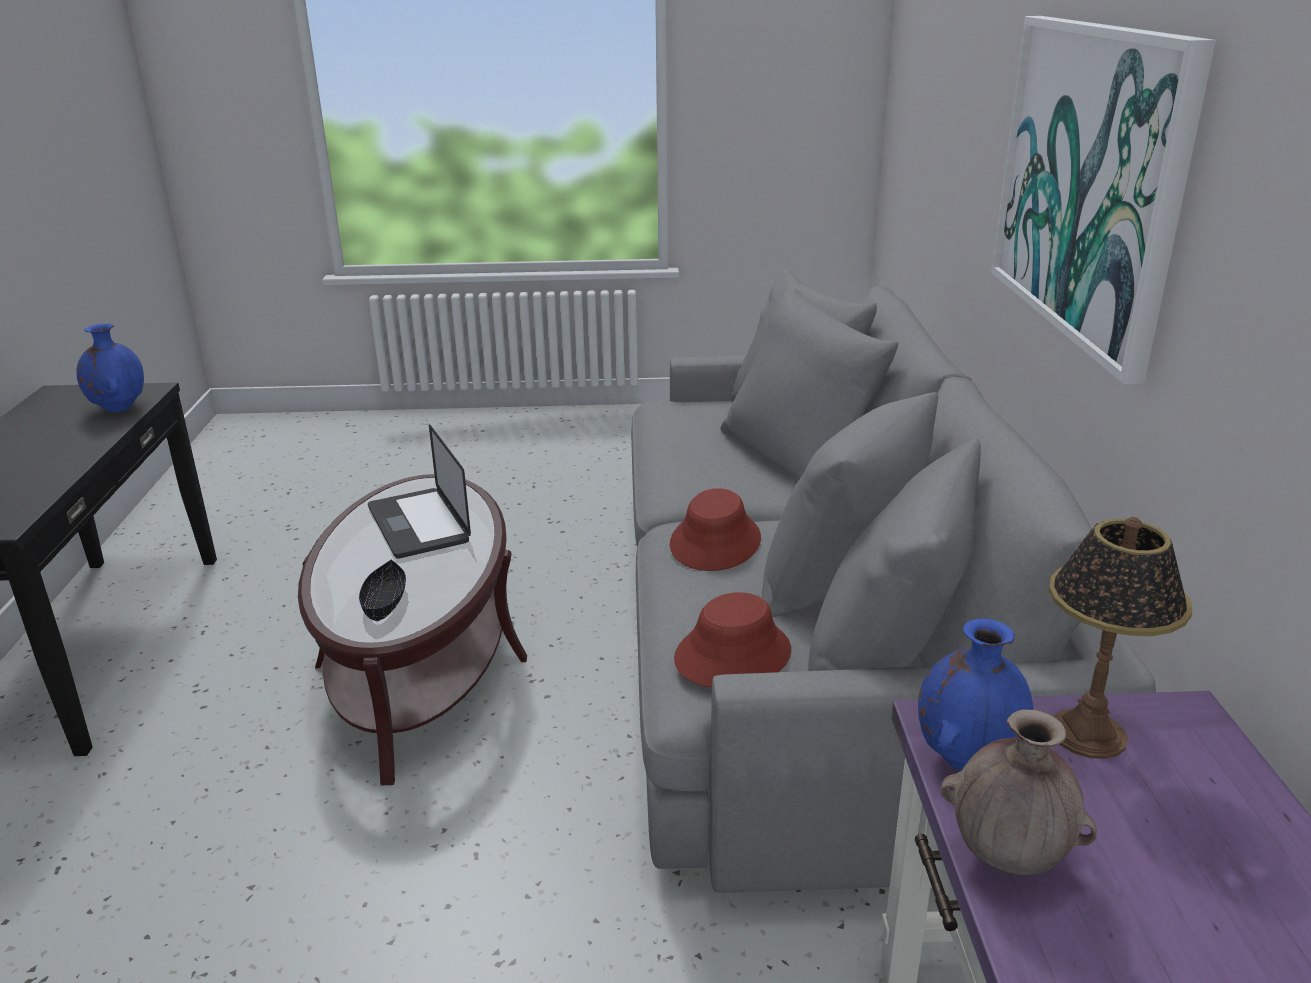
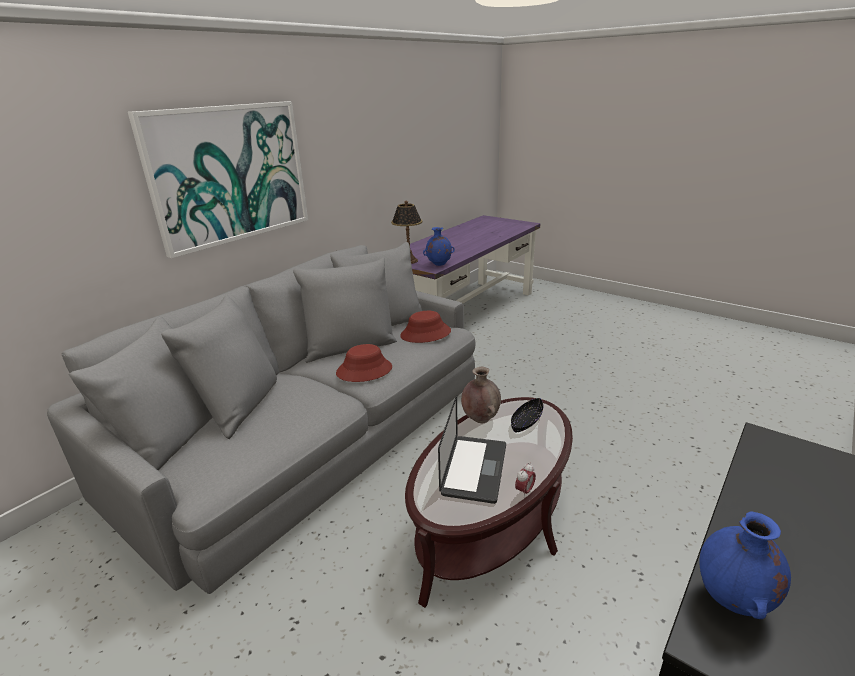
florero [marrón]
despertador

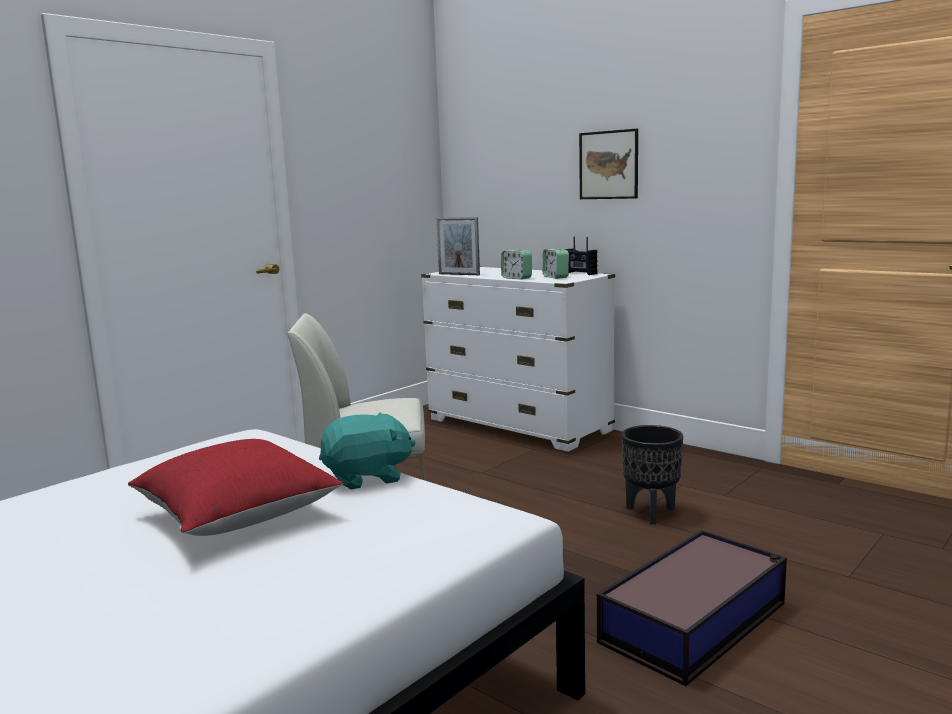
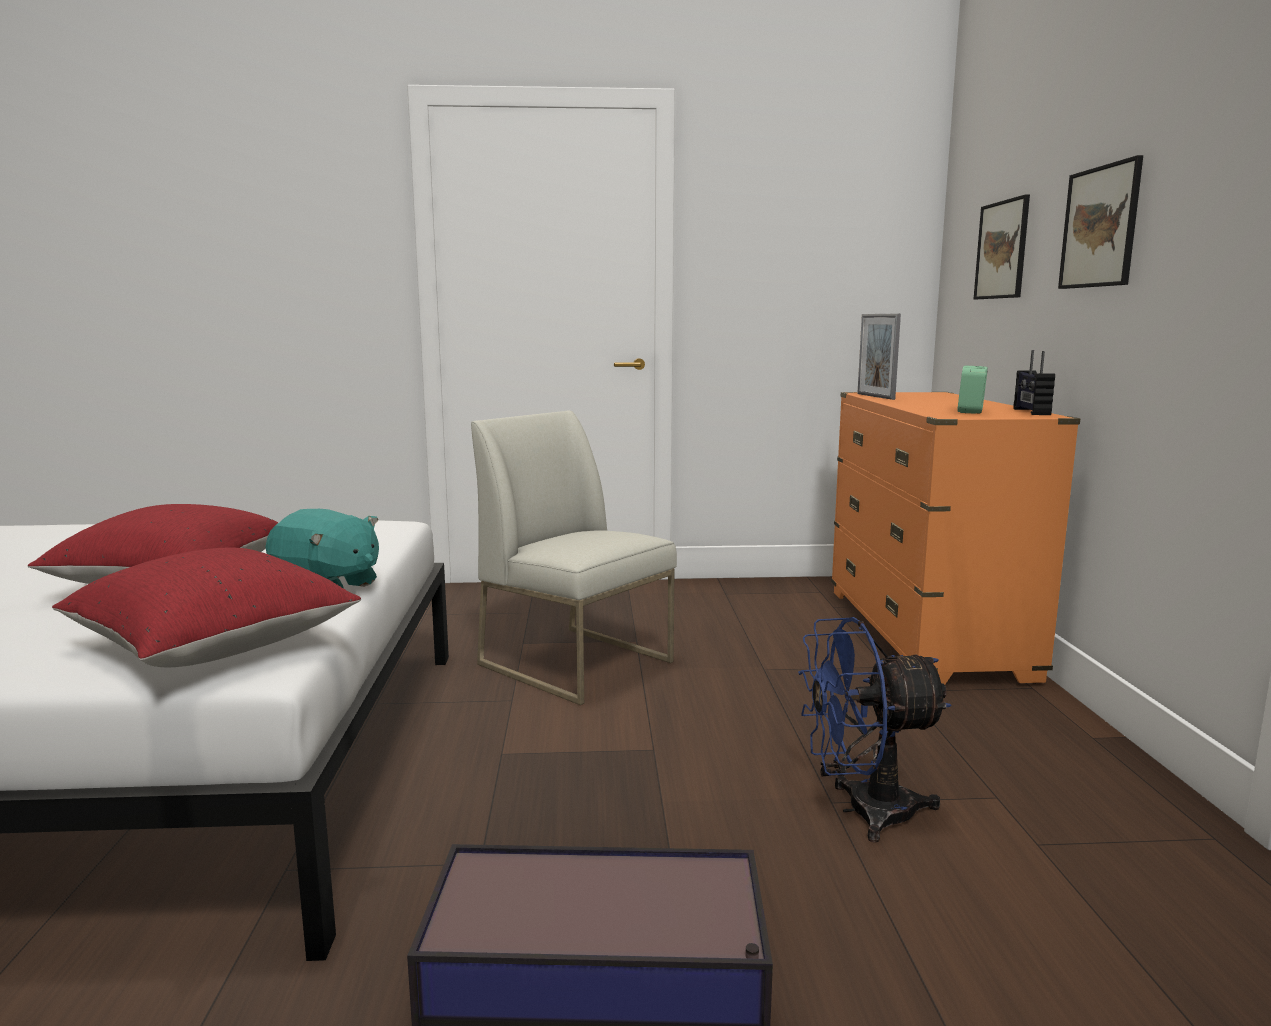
despertador (1st from left in the first image)
cómoda [naranja]
ventilador [azul]
cuadro (1st from left)
cojín [rojo] (2nd from left)

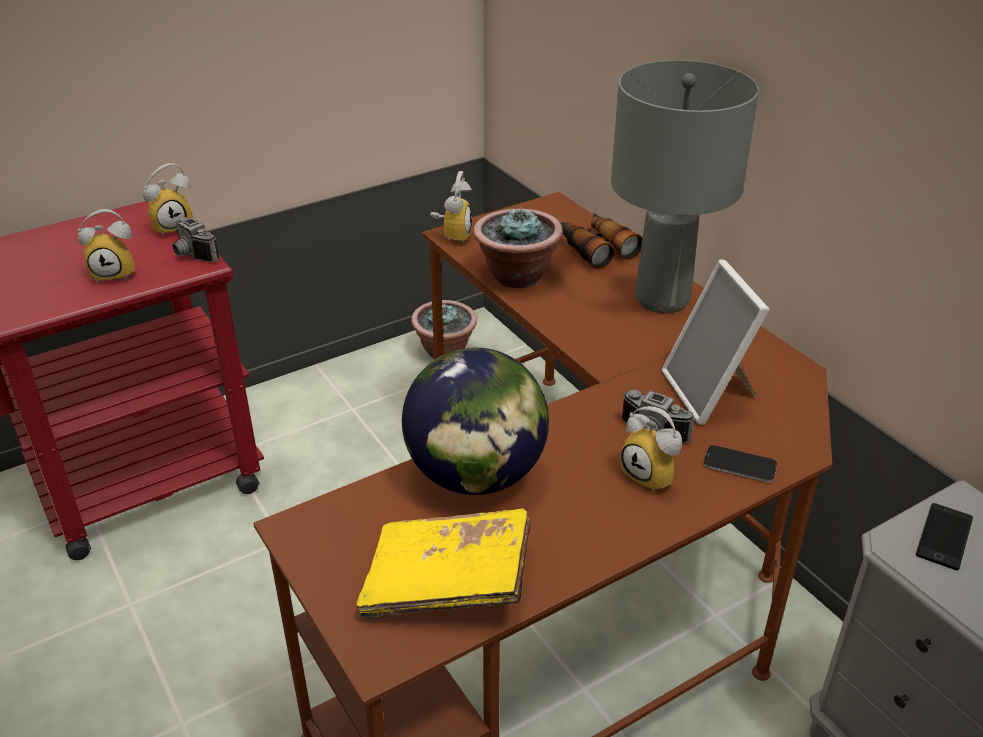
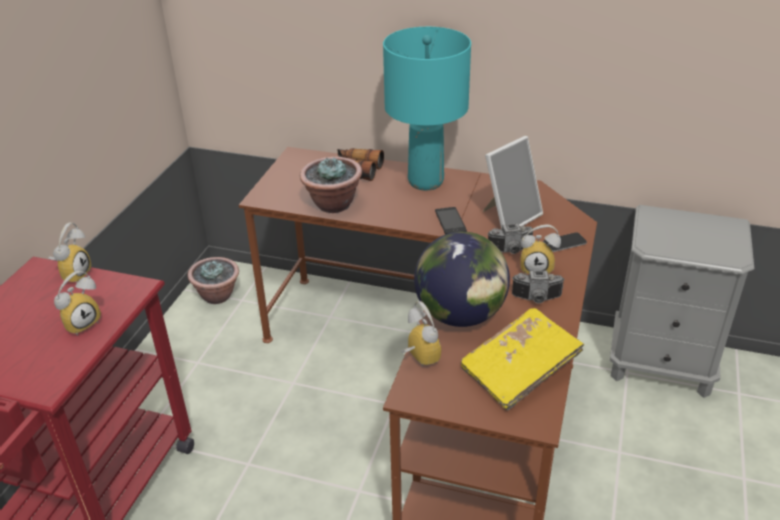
lámpara de mesa [turquesa]
despertador (3rd from left)
cámara (2nd from left)
portarretratos
móvil (1st from left)

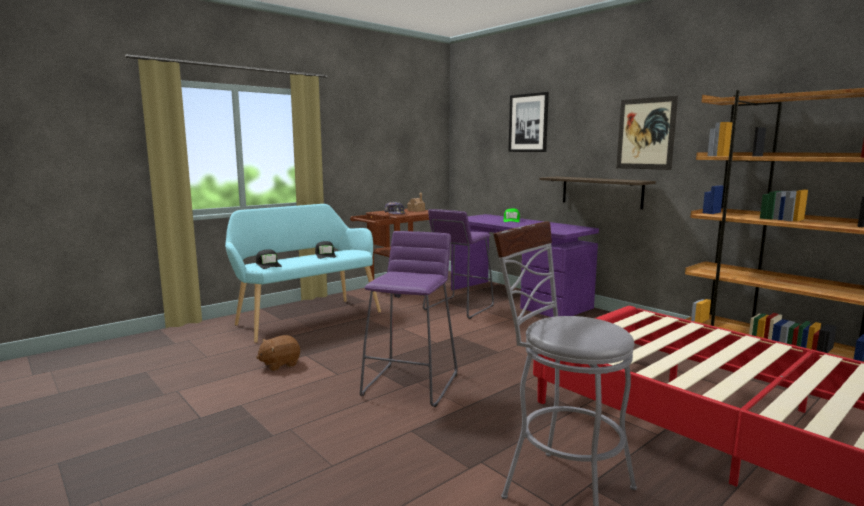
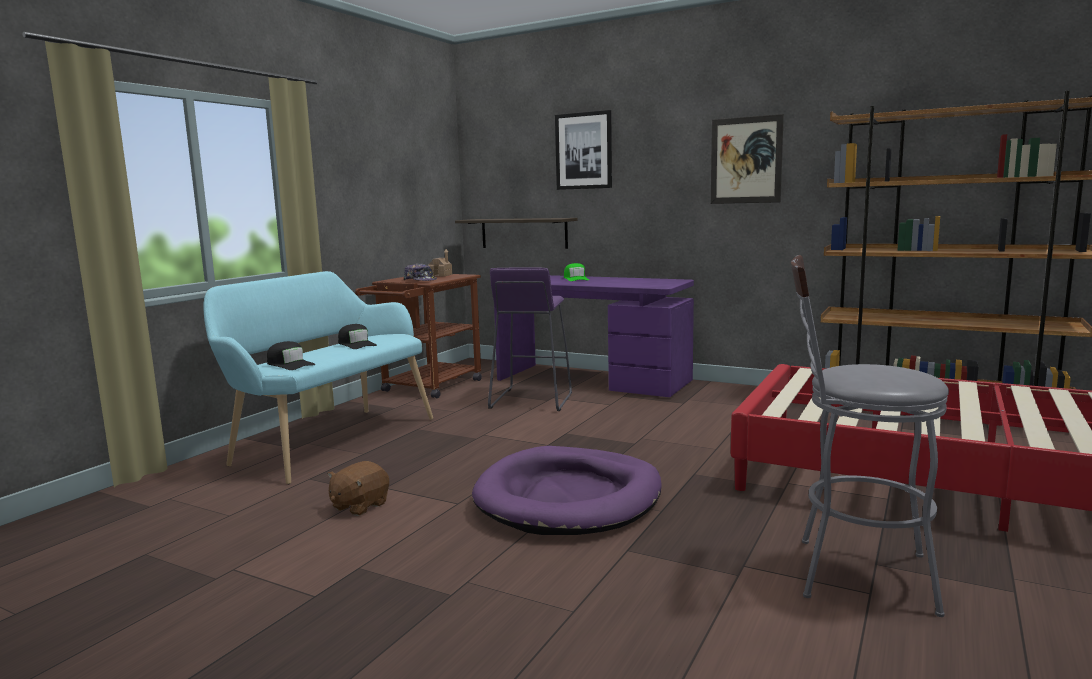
estante
cama para perro [morado]

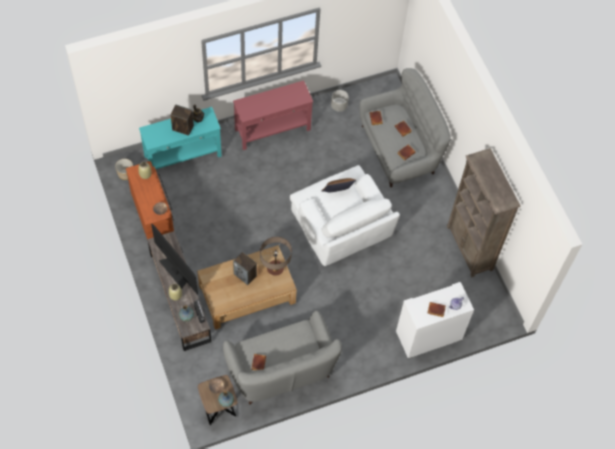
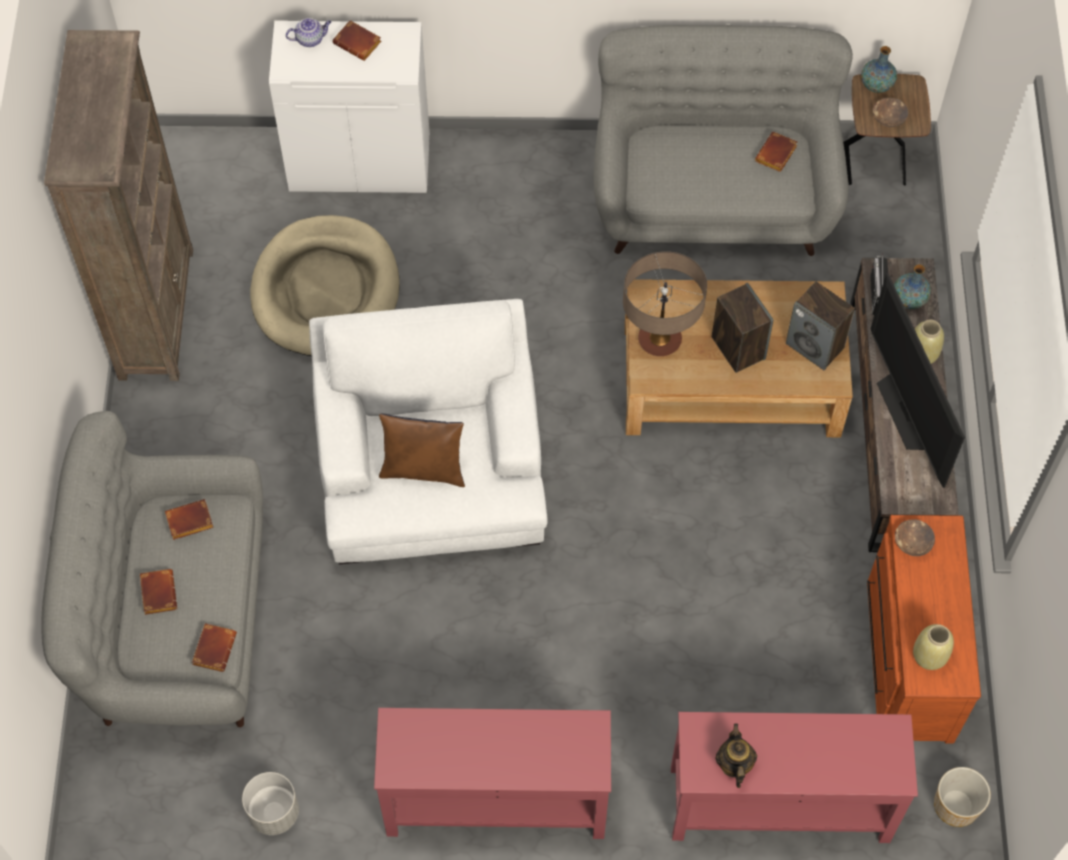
altavoz (2nd from left)
mesa consola [rojo] (2nd from left)
cama para perro [beis]

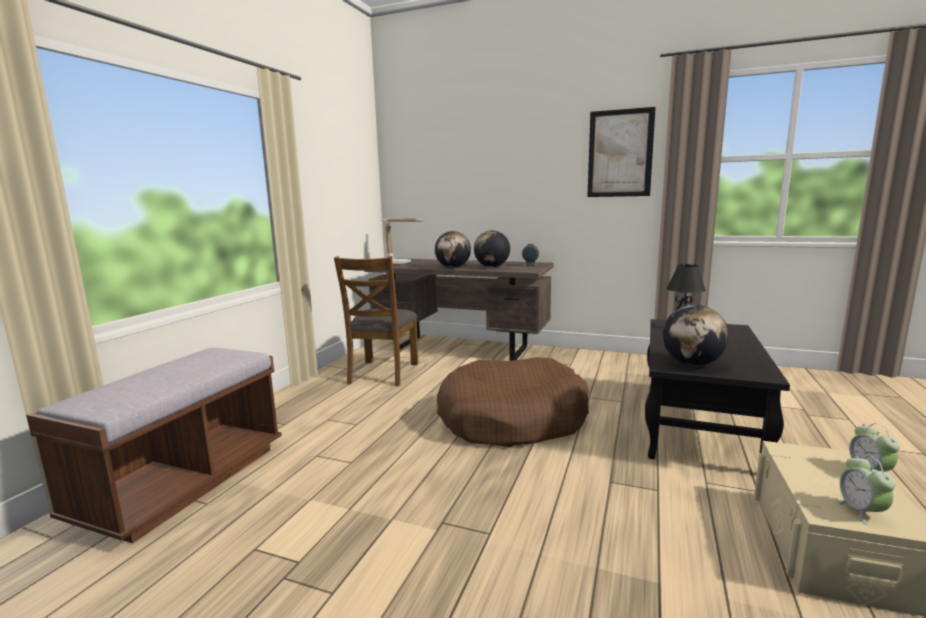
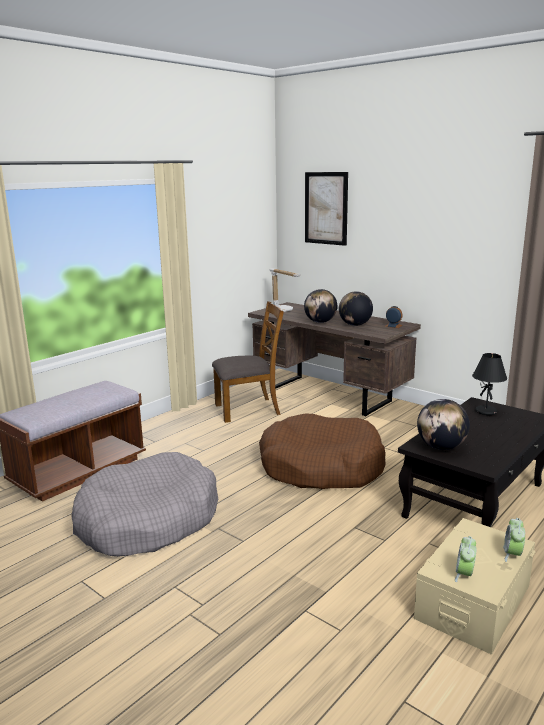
cuadro
silla [marrón]
cama para perro [gris]

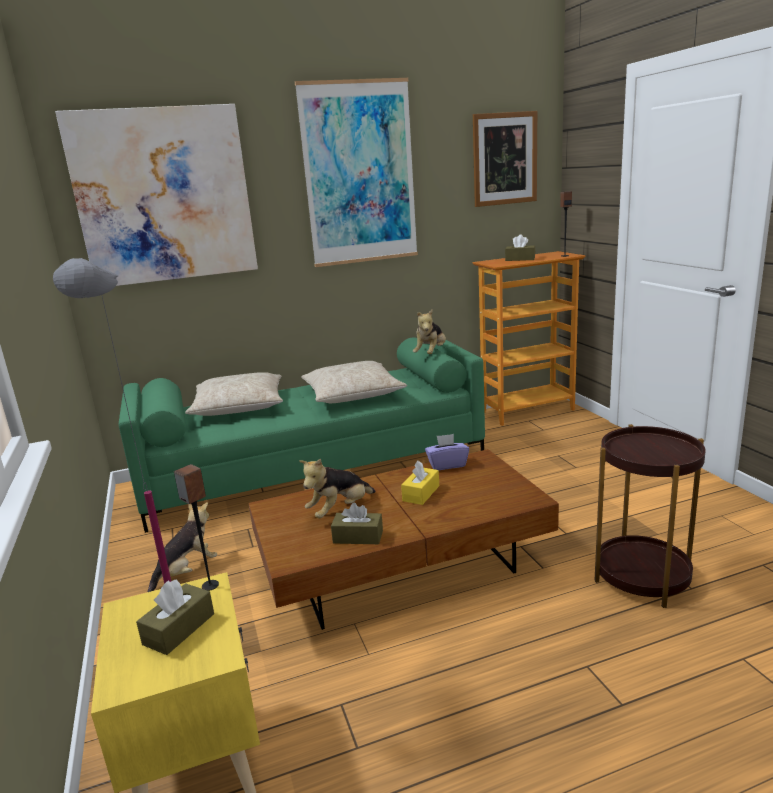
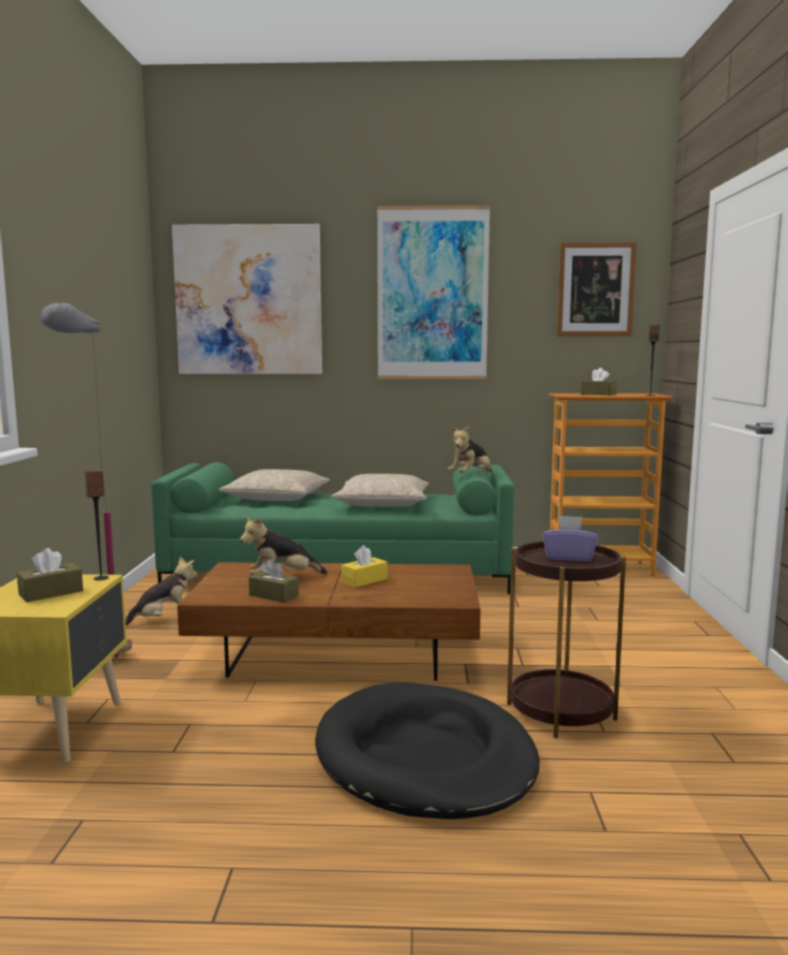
caja de pañuelos [morado]
cama para perro [negro]

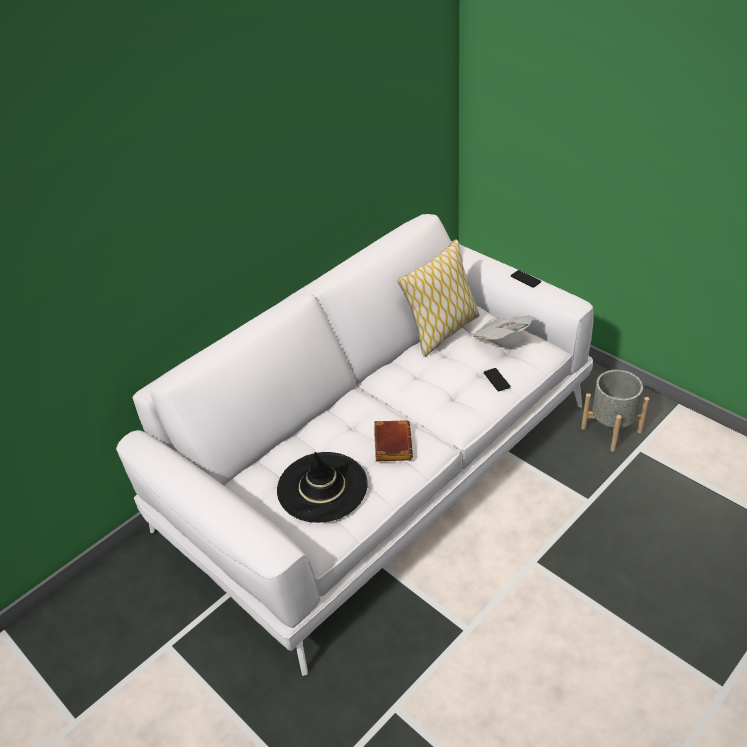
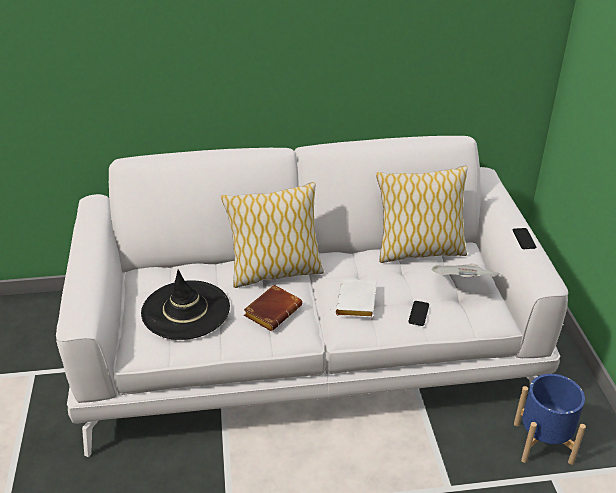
maceta [azul]
cojín (1st from left)
libro [blanco]

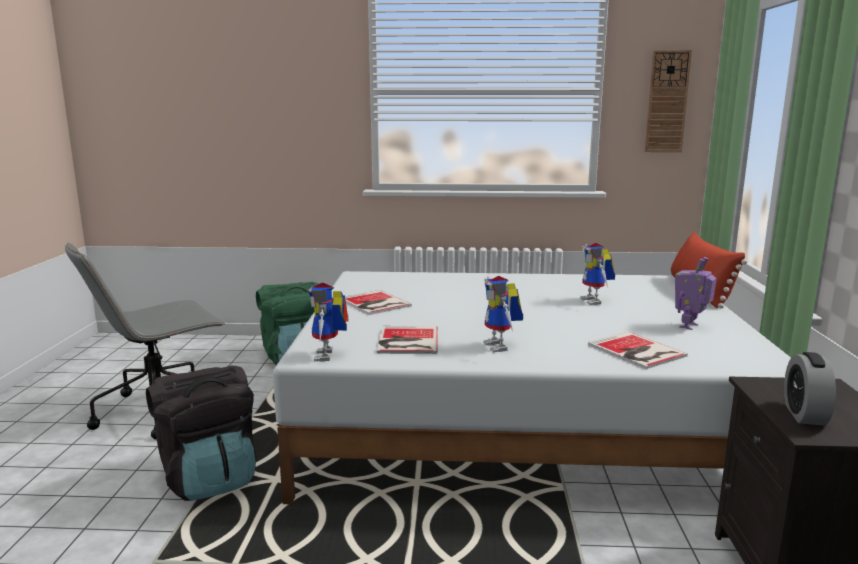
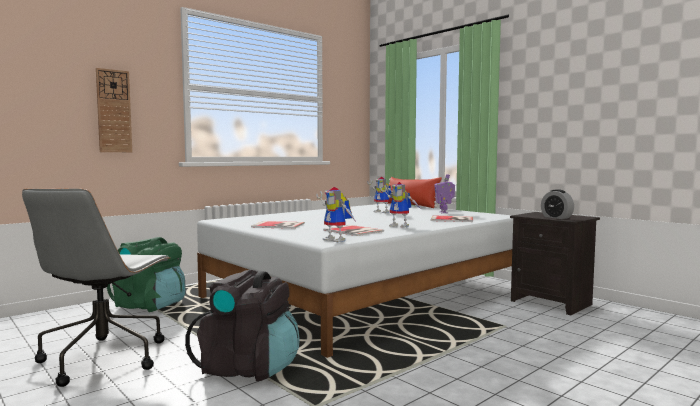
reloj de pared

